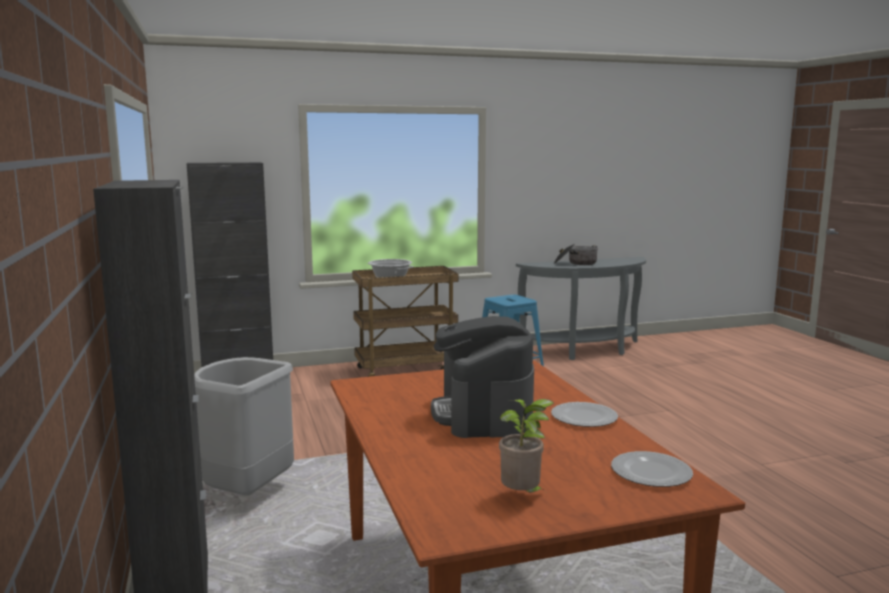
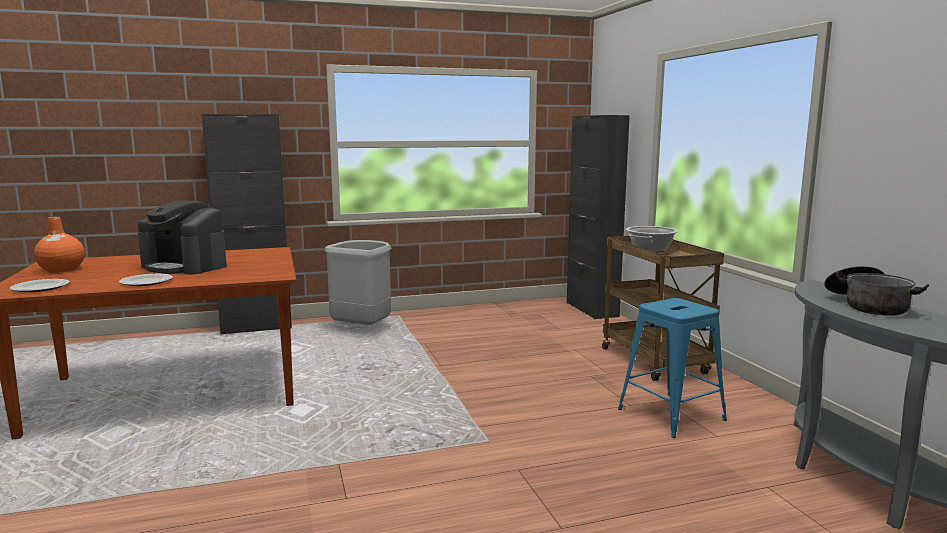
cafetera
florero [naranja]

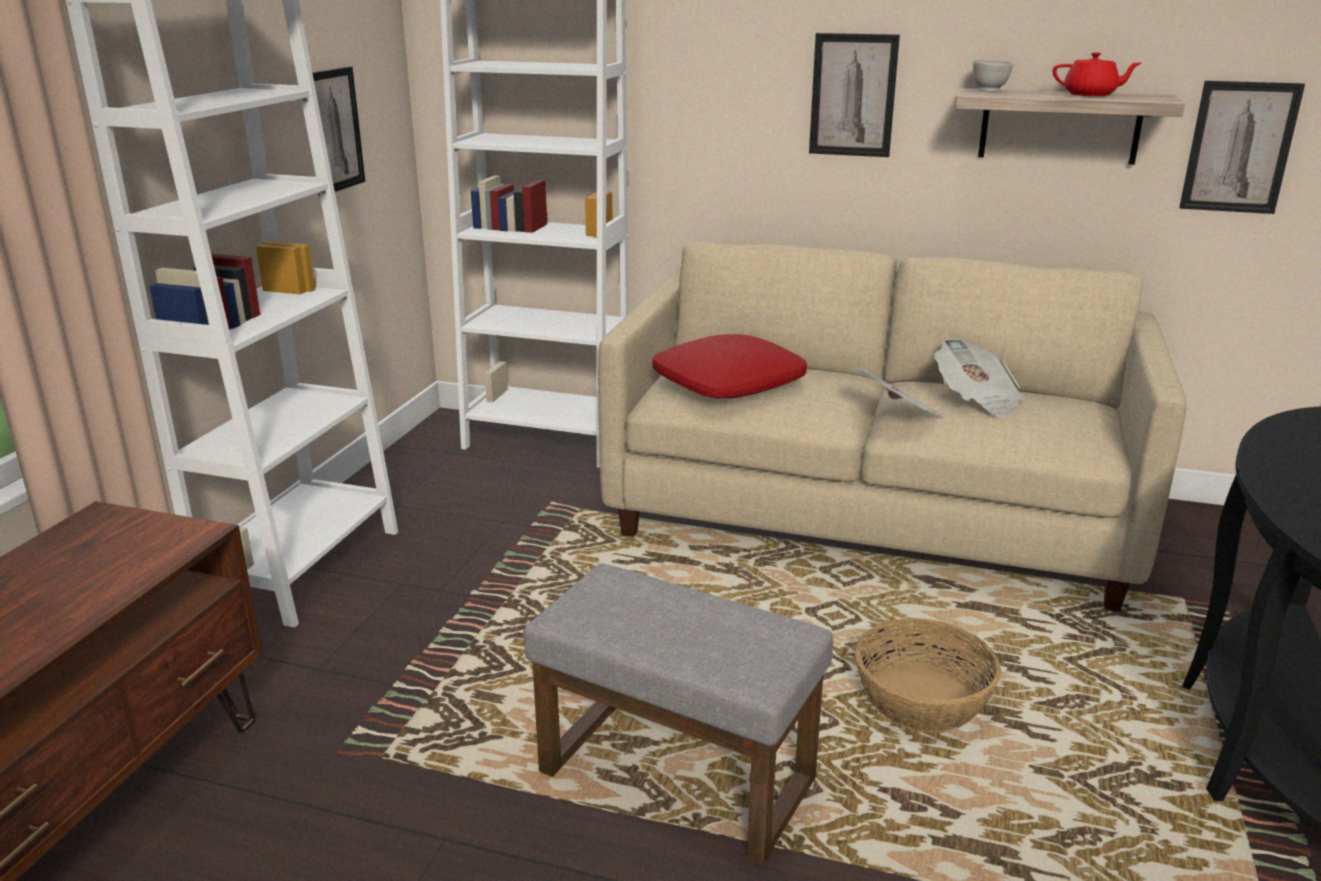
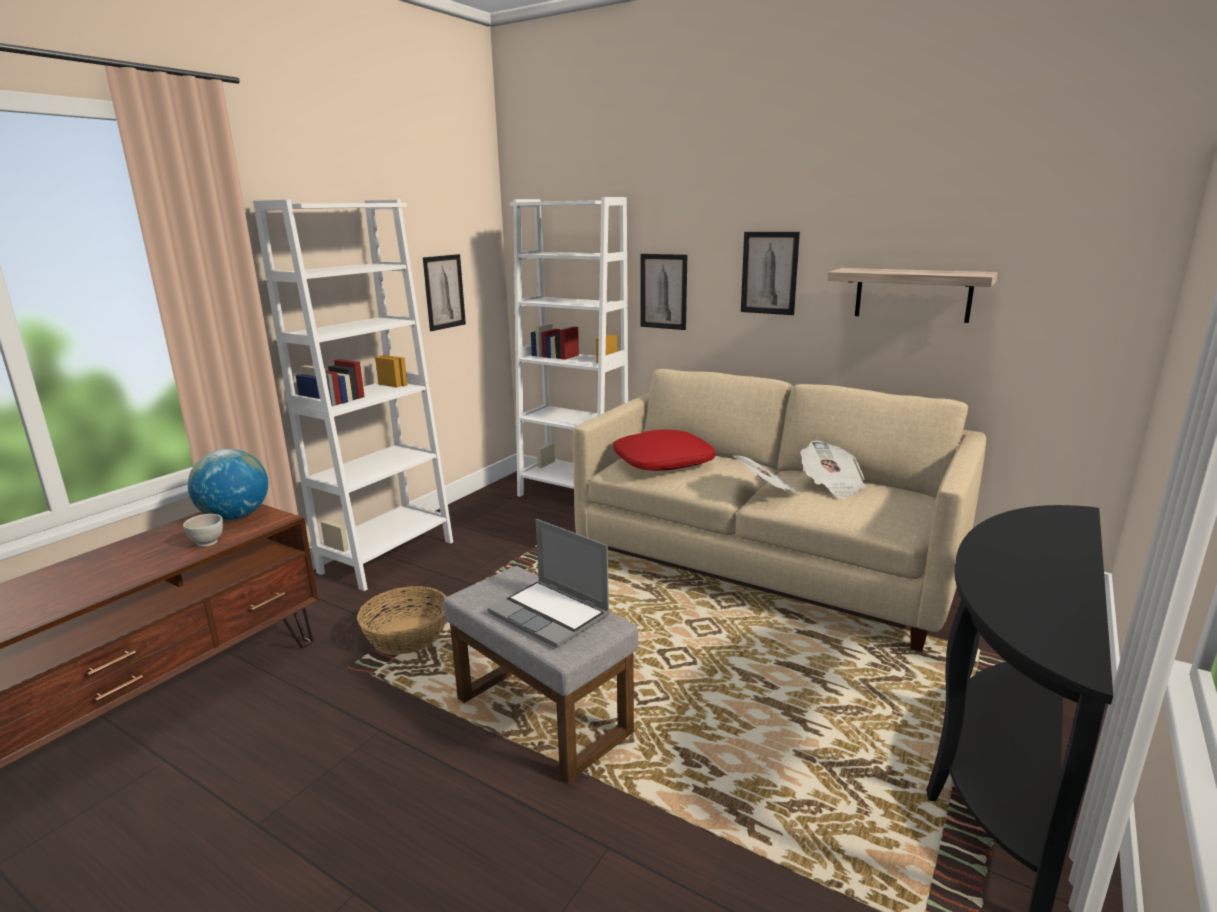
tetera [rojo]
cuenco [blanco]
cuadro (2nd from left)
cesta
globo terráqueo
portátil

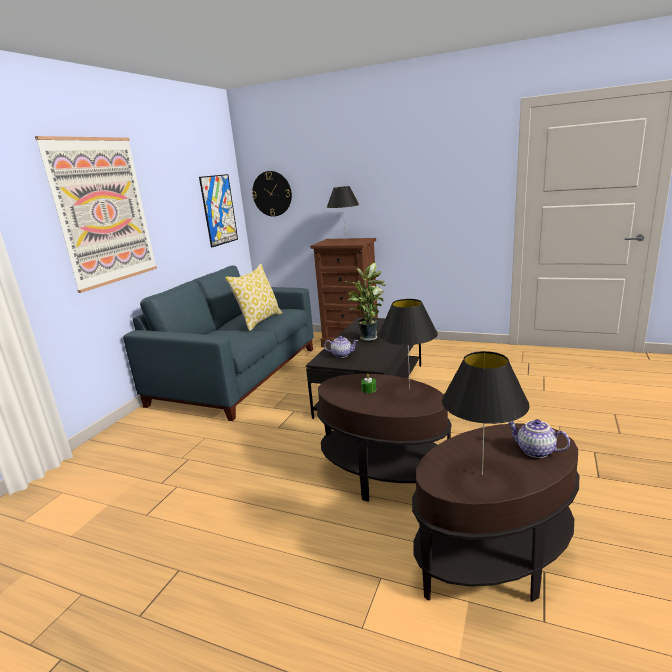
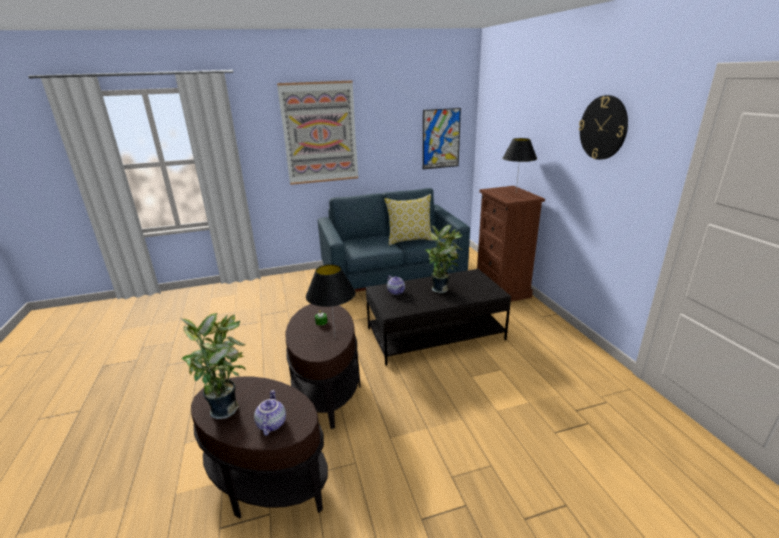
reloj de pared
planta en maceta (1st from left)

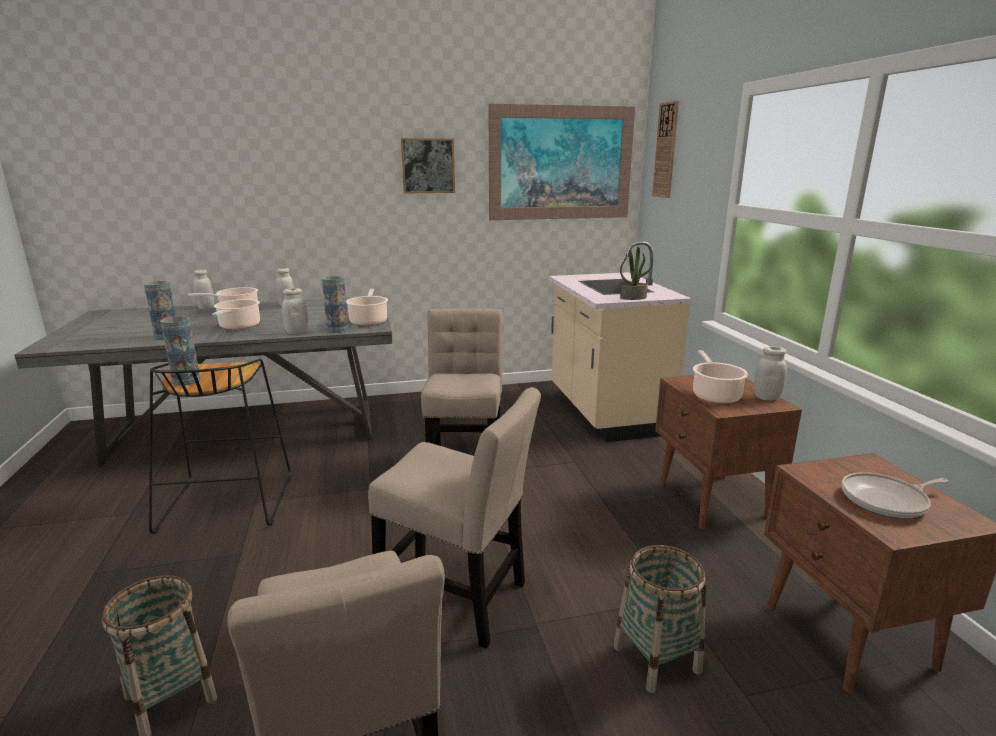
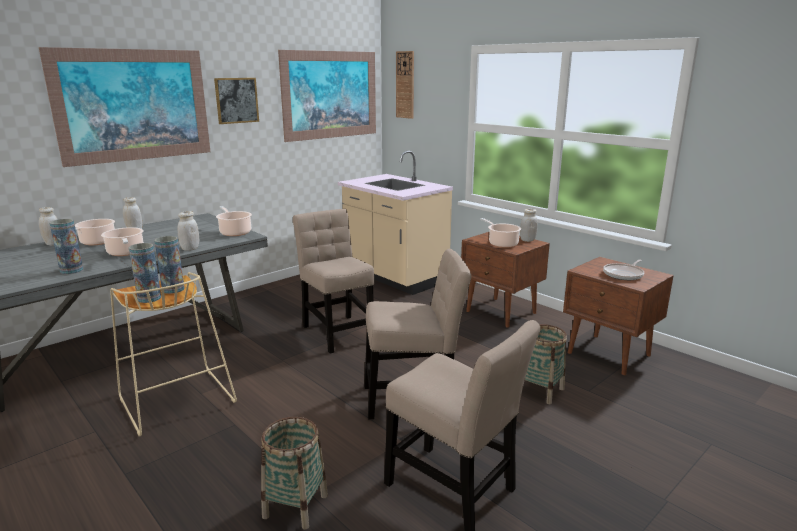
planta en maceta
florero (3rd from left)
taburete [beis]
cuadro (1st from left)

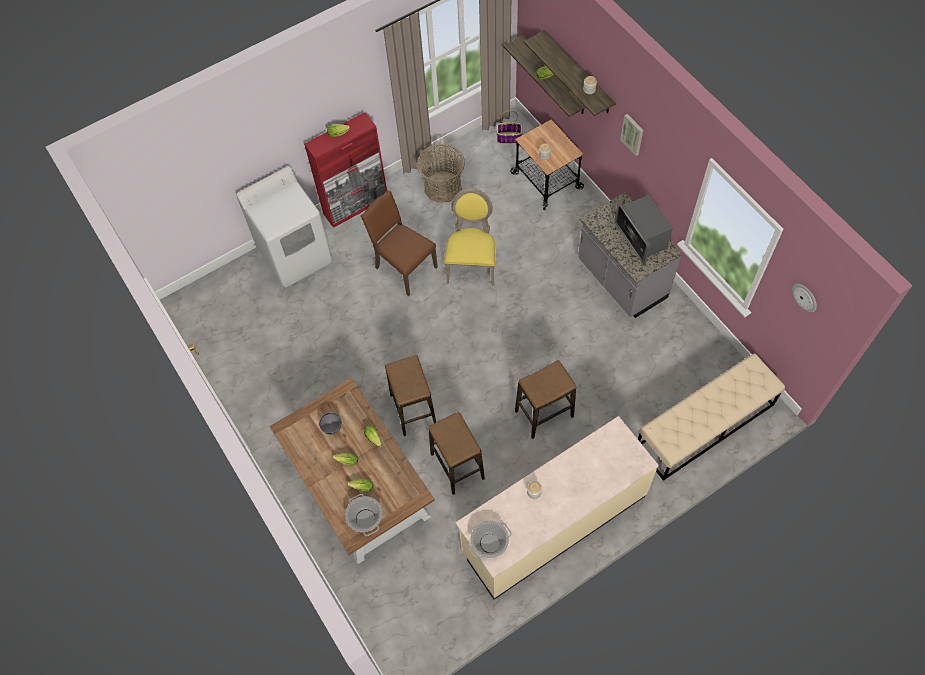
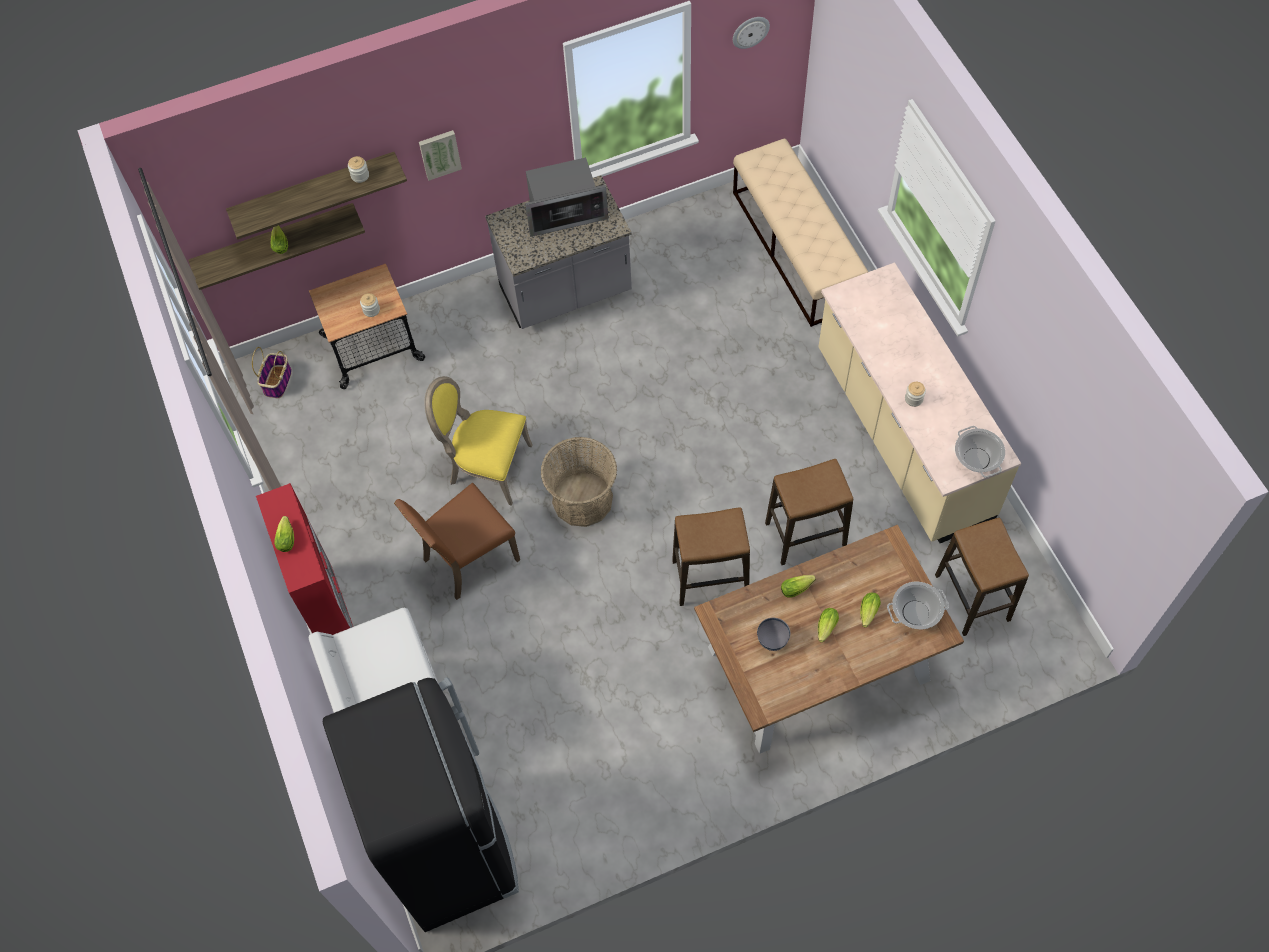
cesta (2nd from left)
taburete (3rd from left)
nevera [negro]

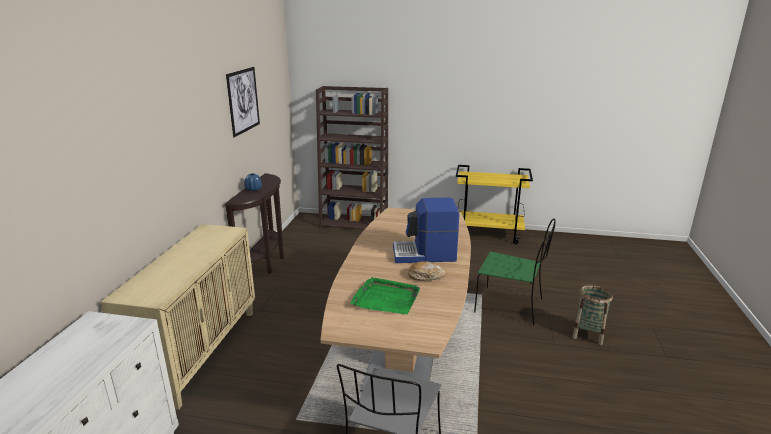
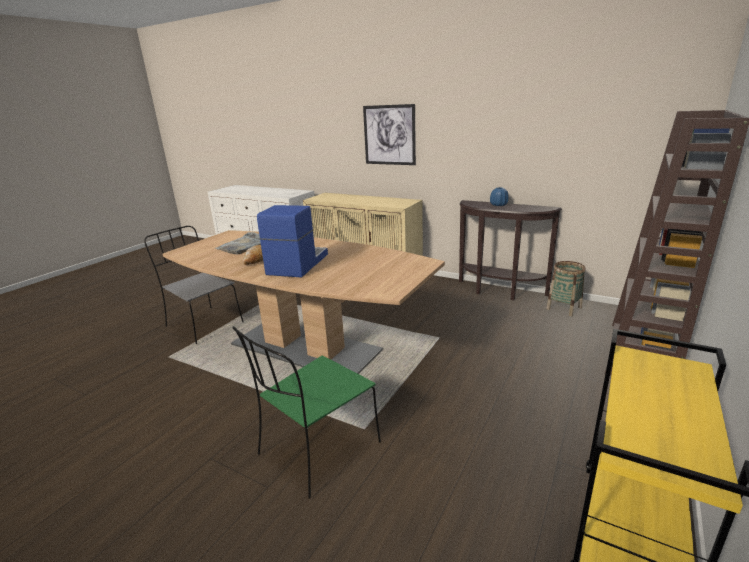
cuadro
bandeja [gris]
cesta

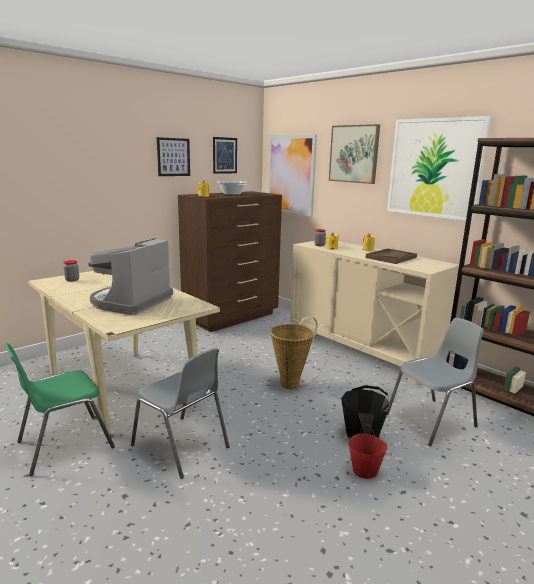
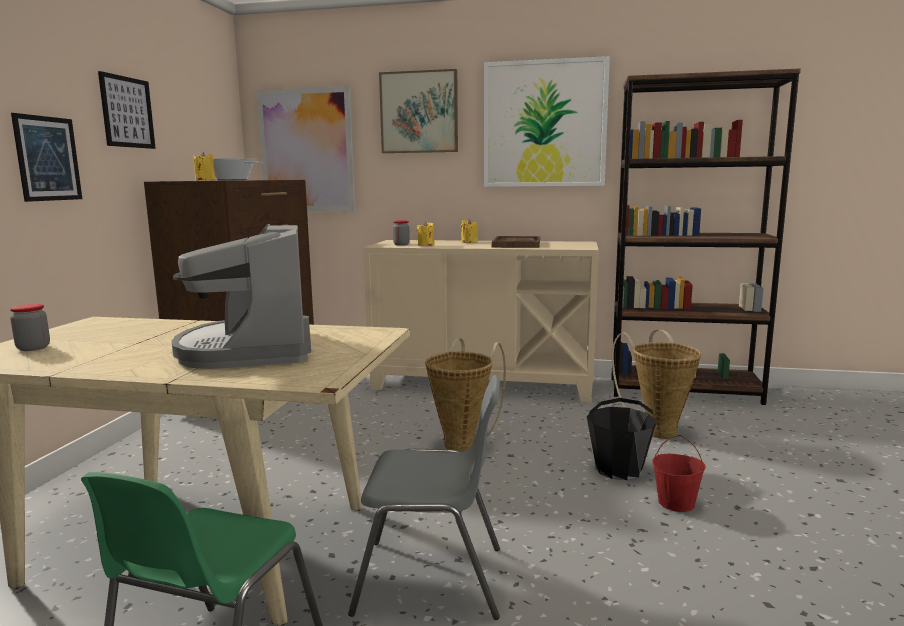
cuadro (1st from left)
cesta (2nd from left)

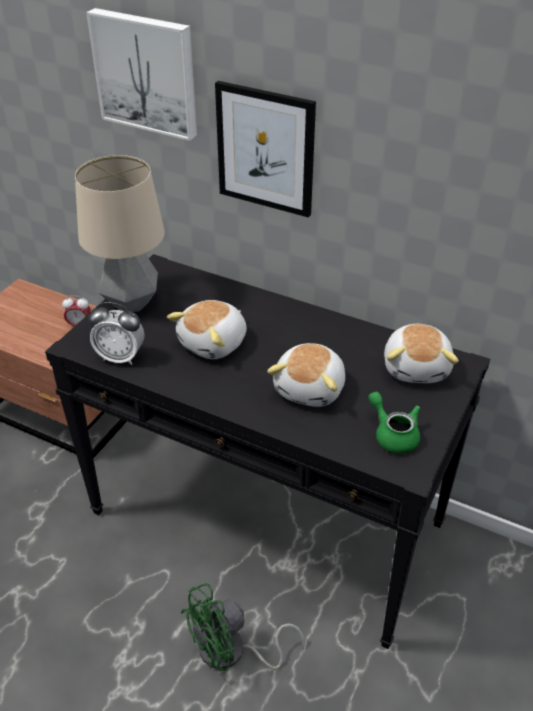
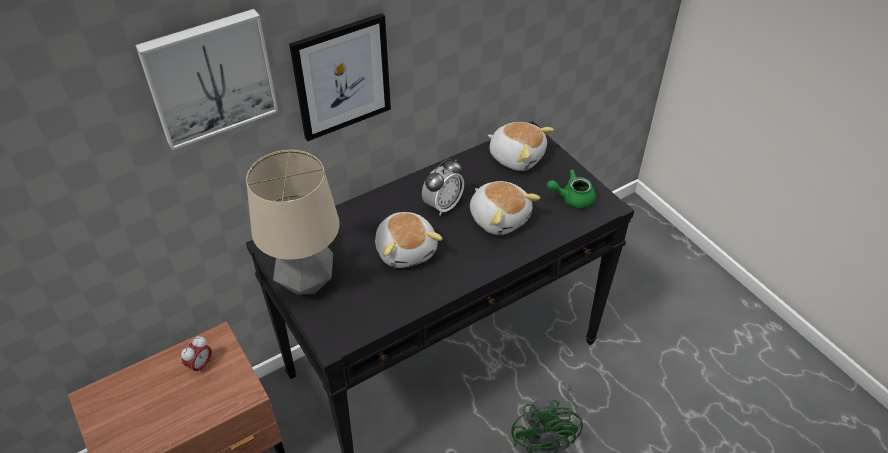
despertador (2nd from left)

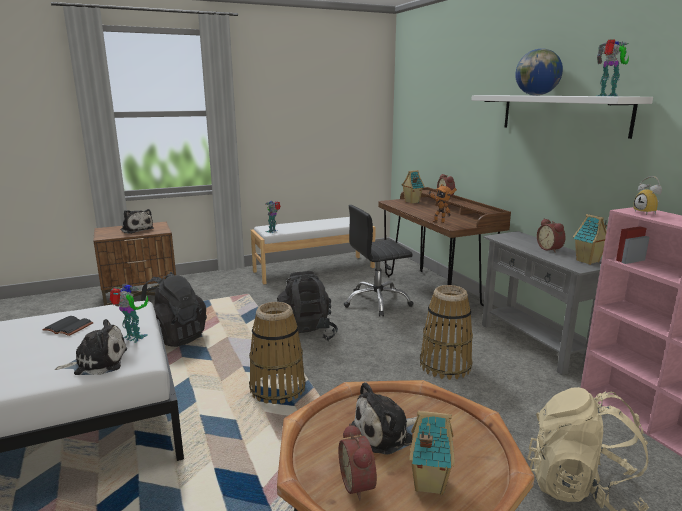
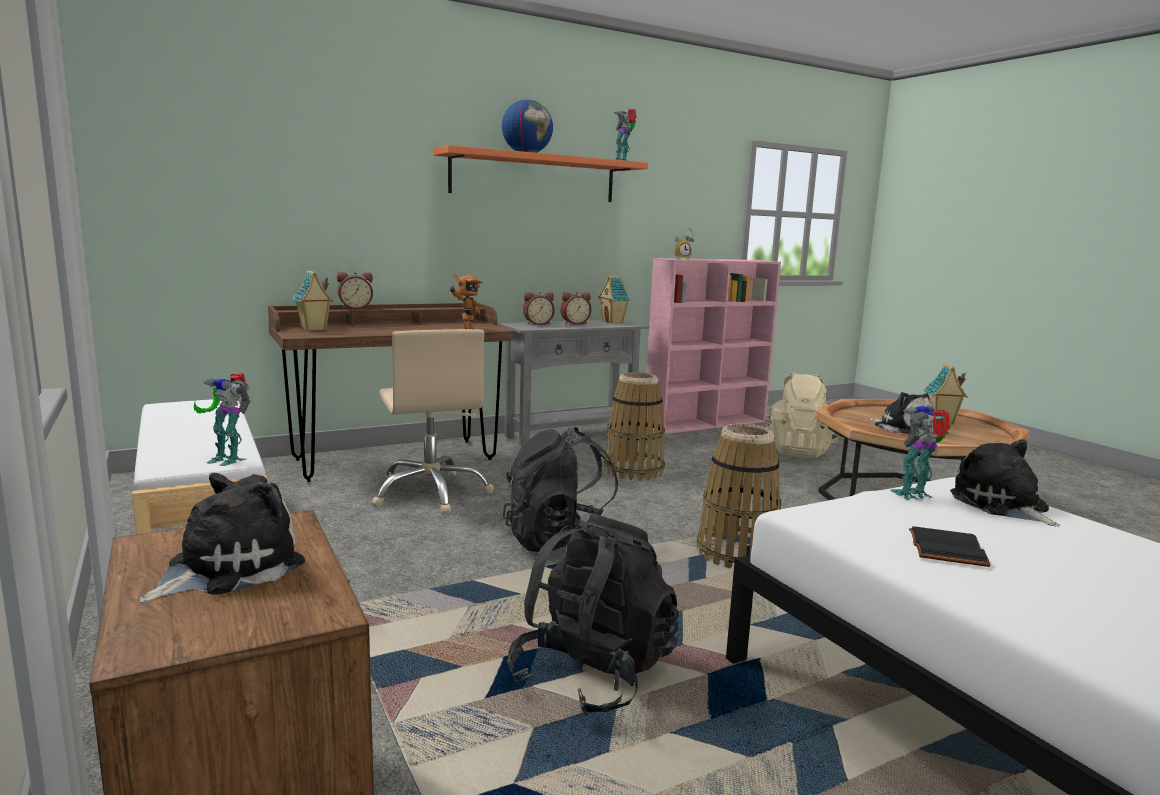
estante [naranja]
silla de oficina [beis]
robot de juguete (4th from left)
despertador (2nd from left)

